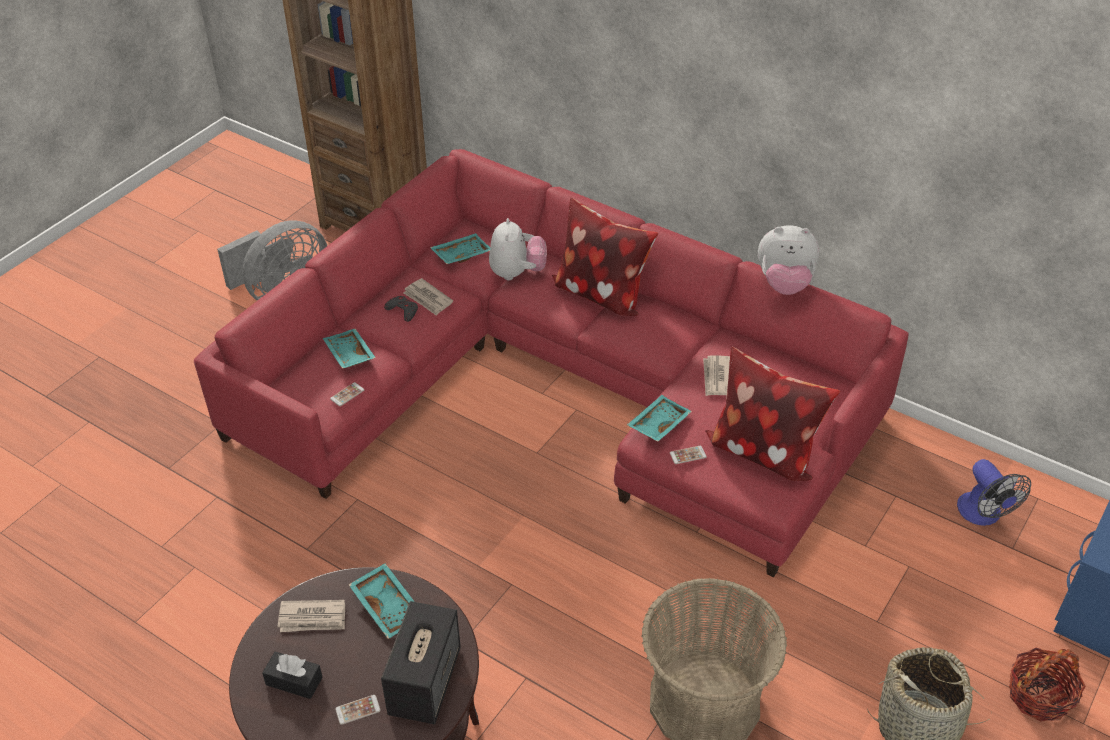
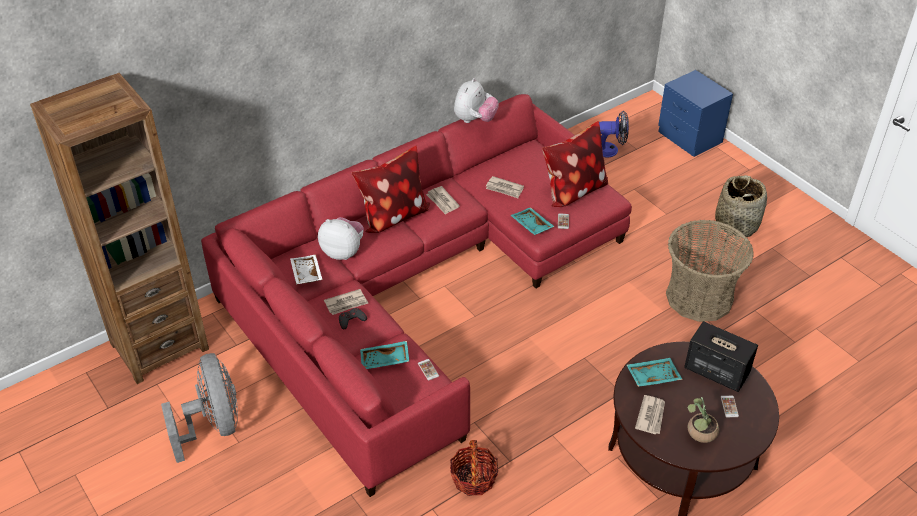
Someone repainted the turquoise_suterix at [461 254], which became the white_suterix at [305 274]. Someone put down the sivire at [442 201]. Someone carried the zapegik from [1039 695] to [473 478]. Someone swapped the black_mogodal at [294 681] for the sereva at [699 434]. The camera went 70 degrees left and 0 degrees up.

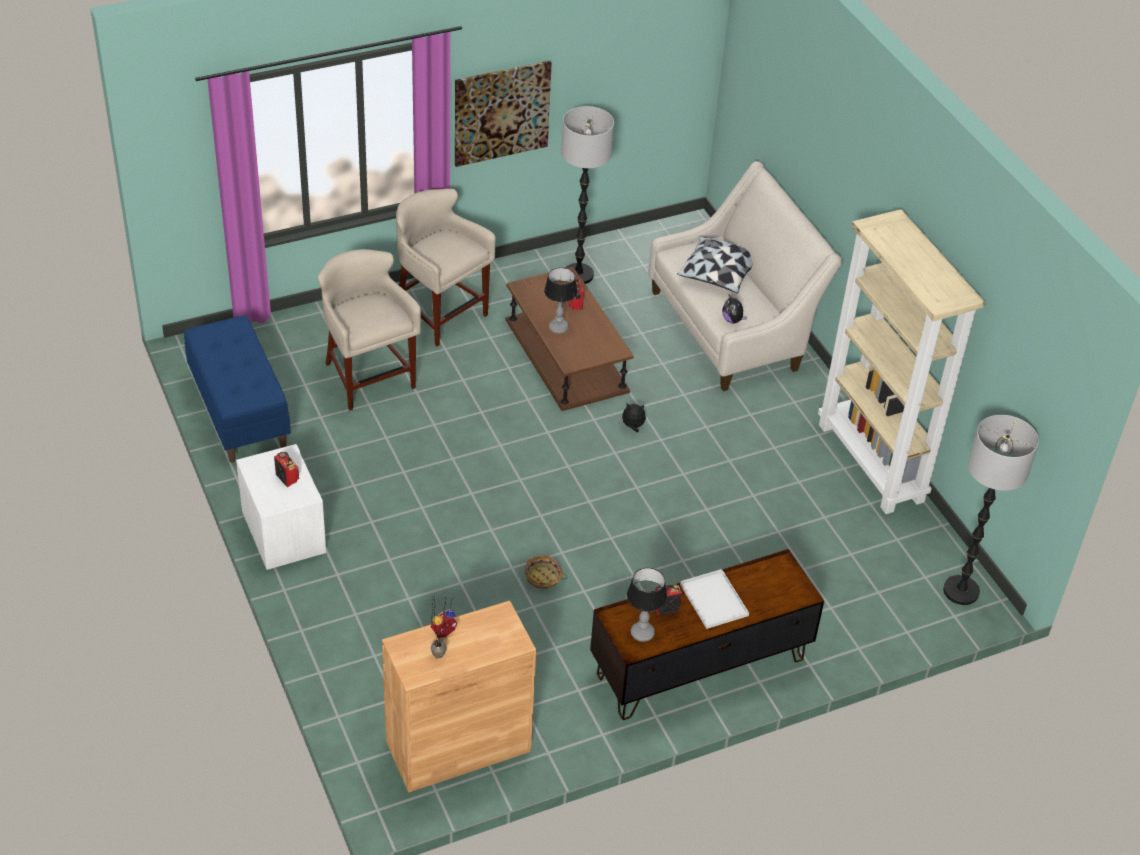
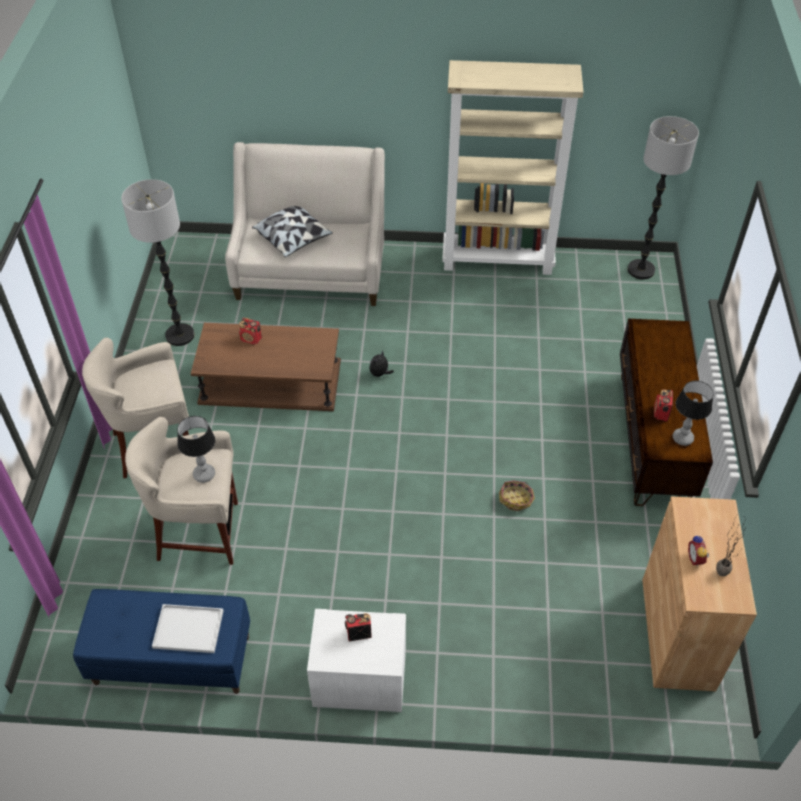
Someone carried the white_suterix from [712 599] to [187 630]. Someone carried the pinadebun from [558 328] to [204 475]. Someone took away the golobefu at [501 112]. Someone took away the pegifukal at [732 320]. The camera went 60 degrees left and 5 degrees up.

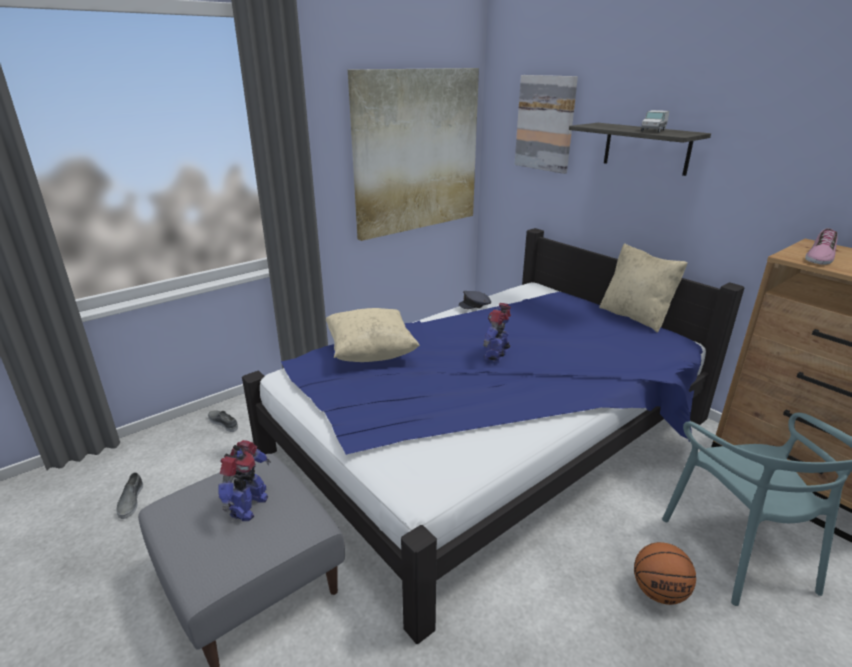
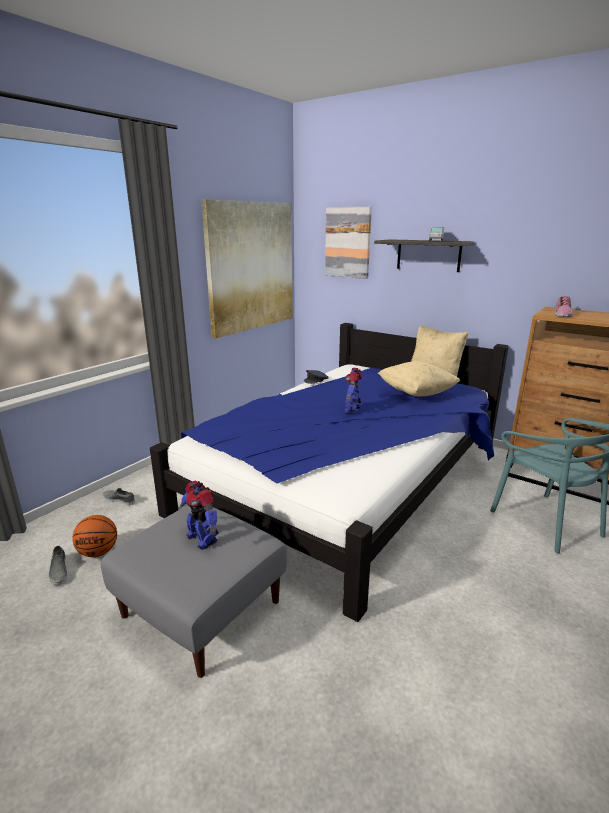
Someone carried the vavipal from [658 592] to [98 552]. Someone rotated the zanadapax at [248 507] by 135 degrees clockwise. Someone carried the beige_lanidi from [371 353] to [416 393]. The camera went 15 degrees left and 5 degrees down.

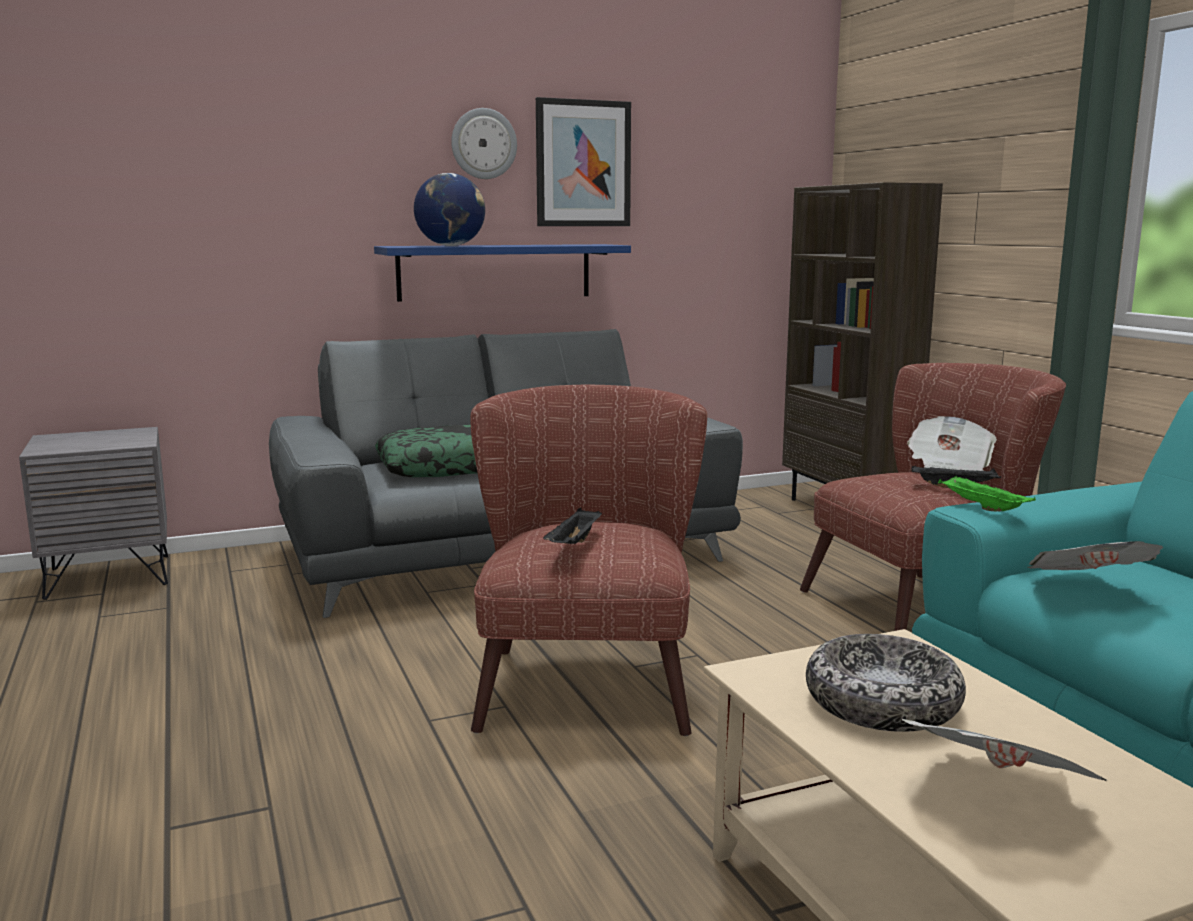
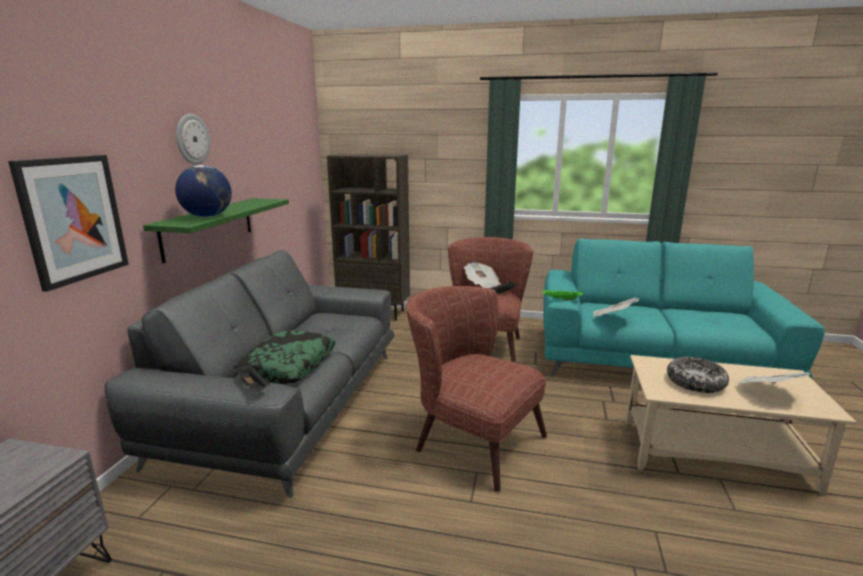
Someone carried the golobefu from [583 164] to [73 219]. Someone repainted the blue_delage at [495 272], which became the green_delage at [209 227]. Someone carried the black_suterix from [574 544] to [252 386]. The camera went 55 degrees left and 5 degrees up.

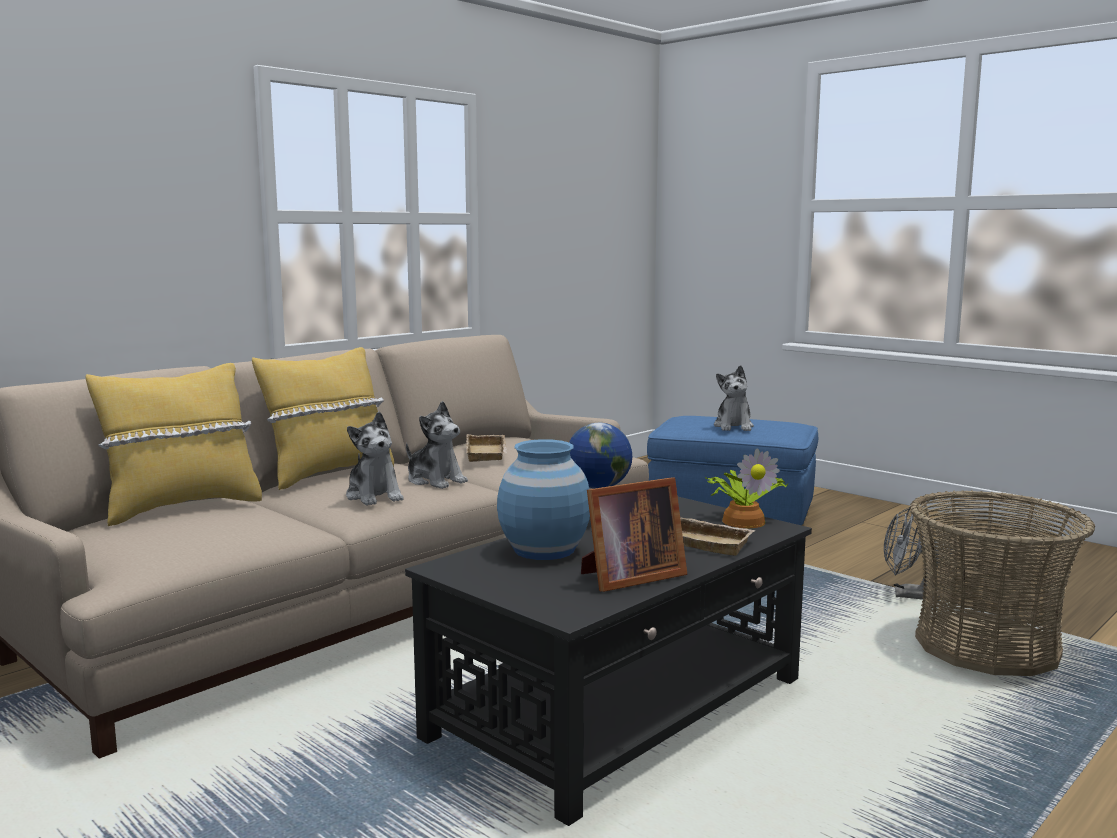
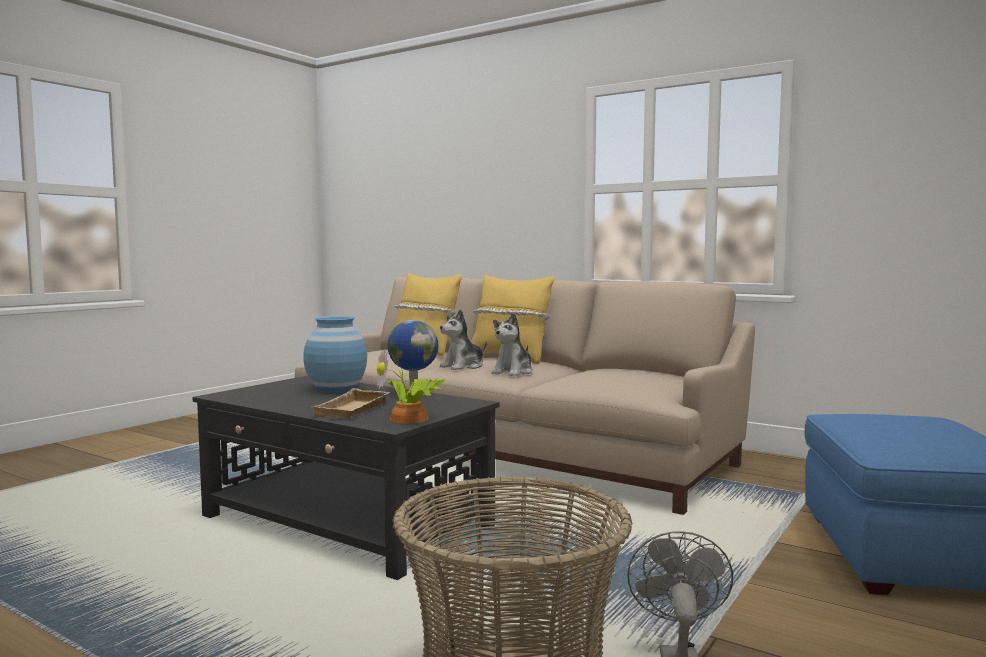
Someone took away the beige_suterix at [488 453]. Someone took away the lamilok at [628 577]. Someone took away the pegifukal at [734 426]. The camera went 80 degrees right and 5 degrees down.

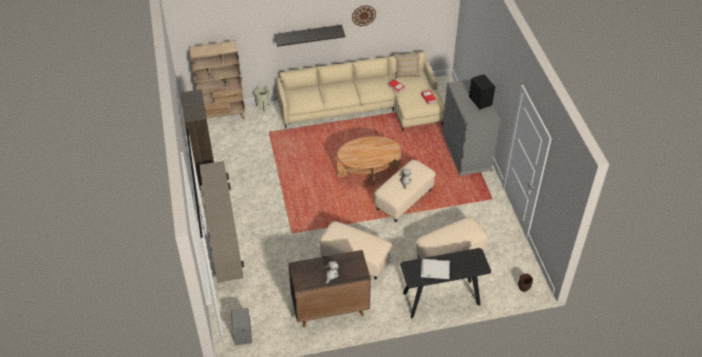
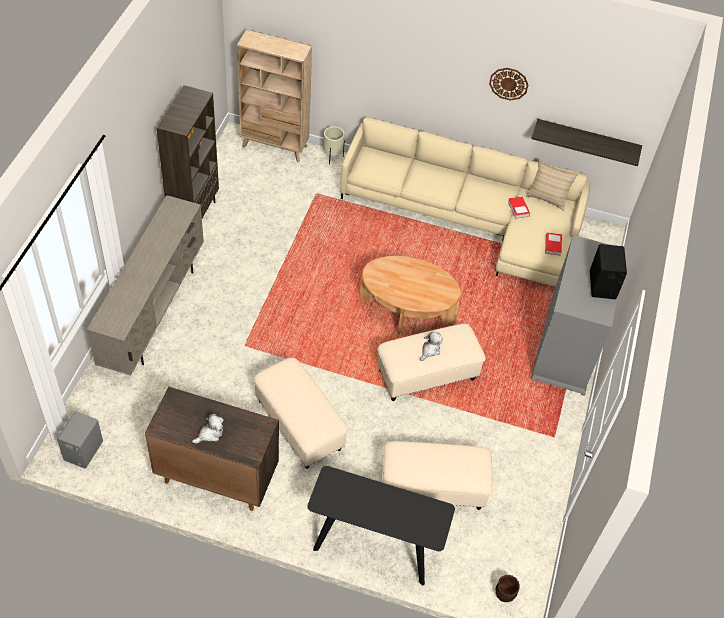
Someone carried the delage from [308 35] to [586 140]. Someone took away the white_suterix at [436 269]. The camera went 25 degrees right and 5 degrees up.

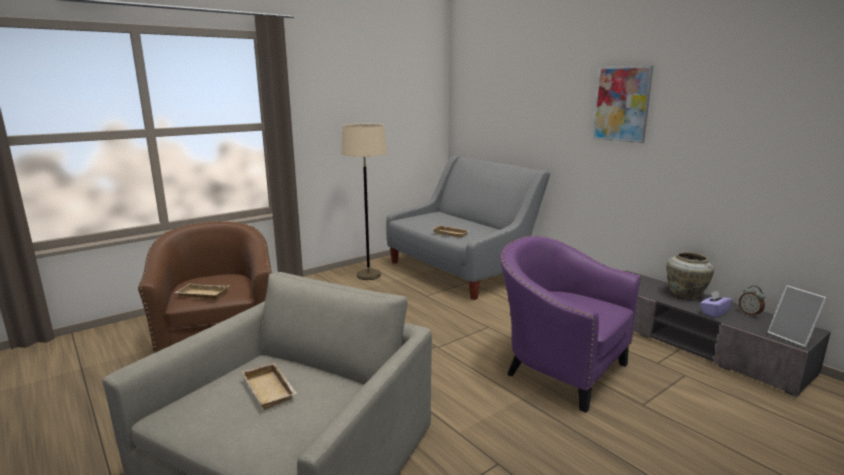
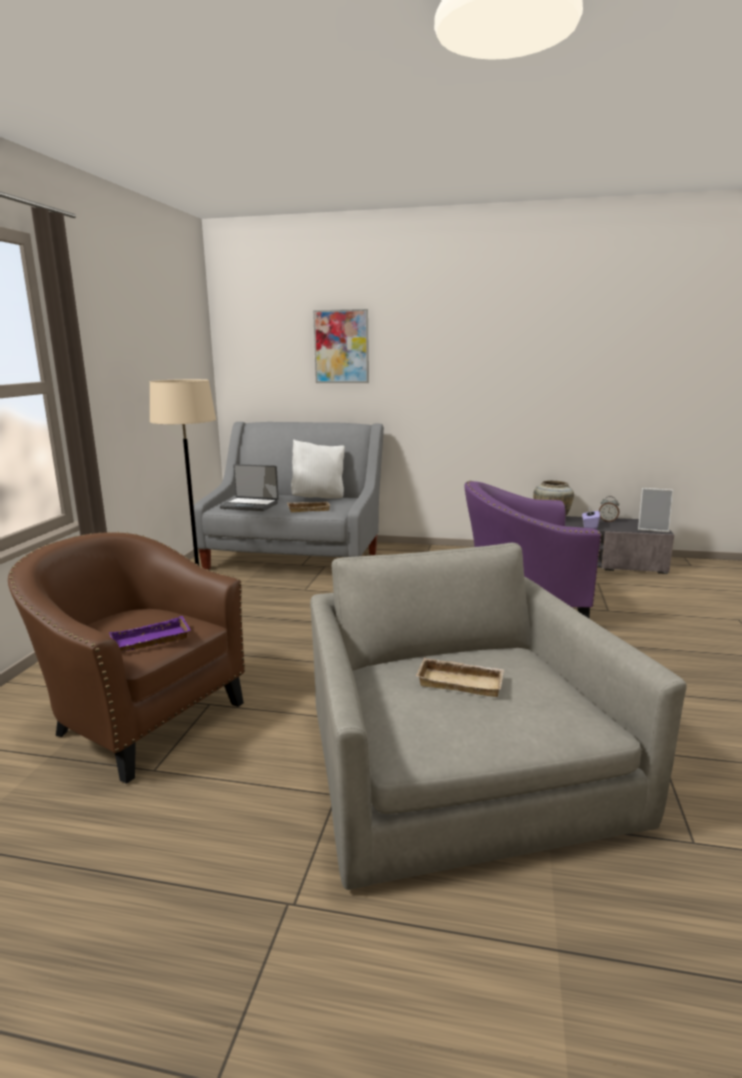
Someone repainted the beige_suterix at [201 295], which became the purple_suterix at [150 641]. Someone put down the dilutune at [250 505]. Someone put down the white_lanidi at [319 498]. Someone carried the golobefu from [622 104] to [341 347]. The camera went 40 degrees left and 0 degrees up.

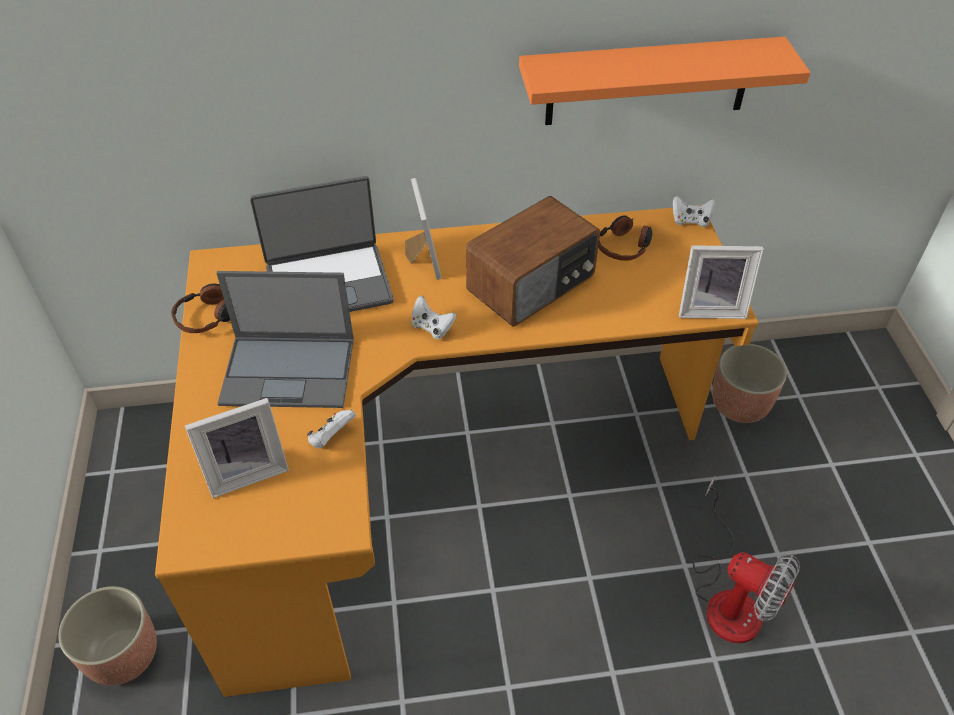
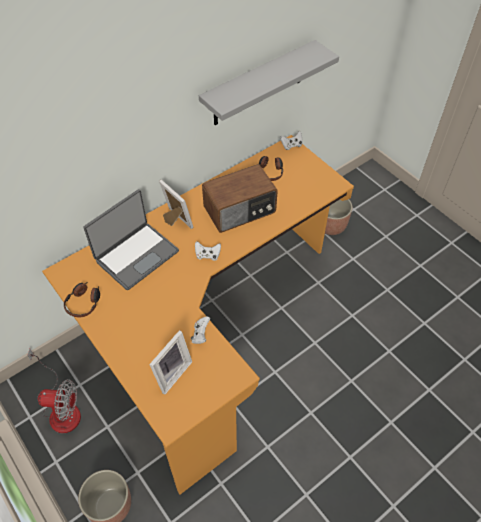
Someone carried the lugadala from [728 597] to [61 408]. Someone repainted the orange_delage at [648 81], which became the grey_delage at [258 84]. Someone rotated the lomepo at [533 284] by 45 degrees clockwise. Someone took away the dilutune at [290 371]. Someone took away the lamilok at [710 308]. The camera went 30 degrees left and 5 degrees up.

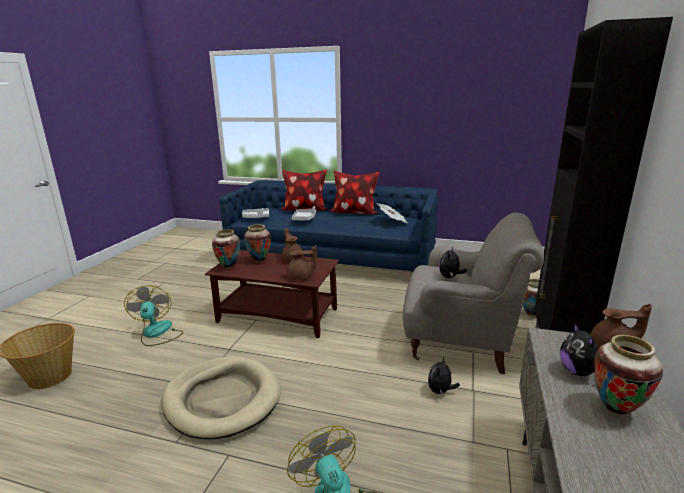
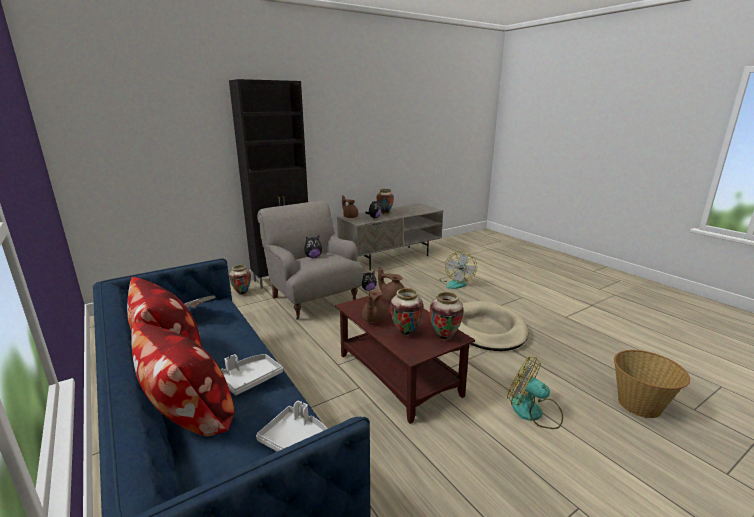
Someone rotated the lugadala at [157 333] by 105 degrees clockwise. The camera went 140 degrees left and 0 degrees up.

